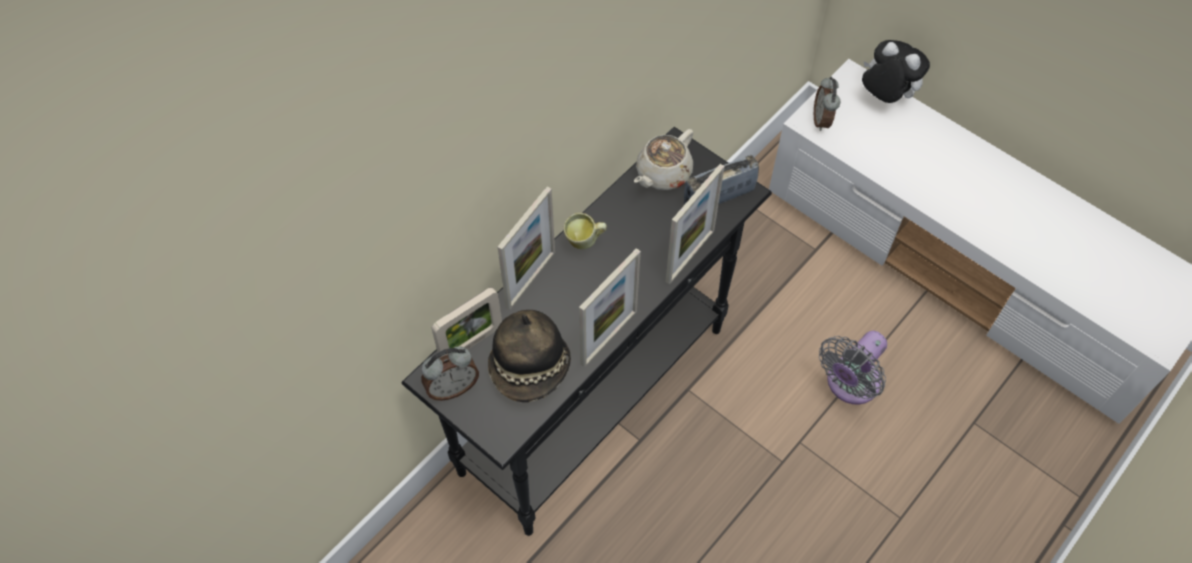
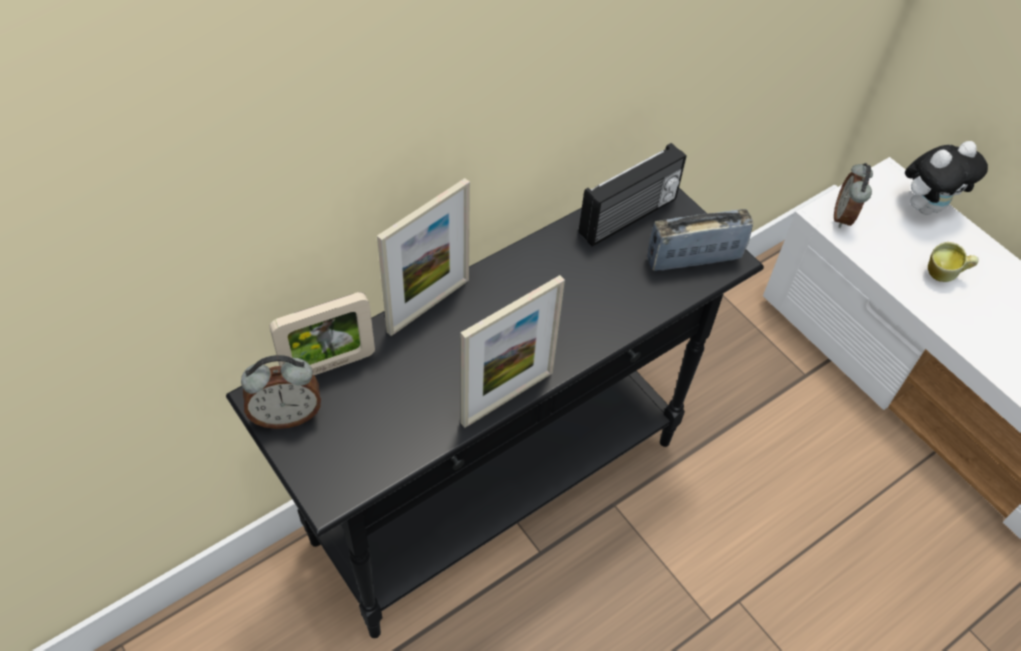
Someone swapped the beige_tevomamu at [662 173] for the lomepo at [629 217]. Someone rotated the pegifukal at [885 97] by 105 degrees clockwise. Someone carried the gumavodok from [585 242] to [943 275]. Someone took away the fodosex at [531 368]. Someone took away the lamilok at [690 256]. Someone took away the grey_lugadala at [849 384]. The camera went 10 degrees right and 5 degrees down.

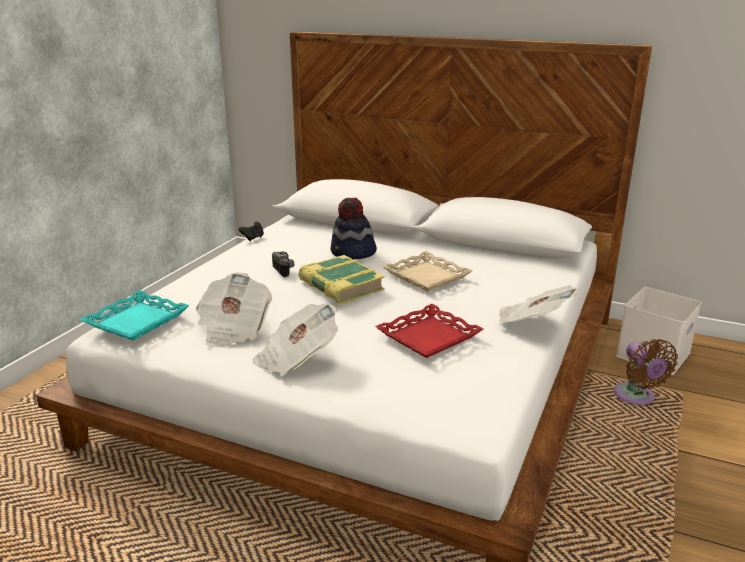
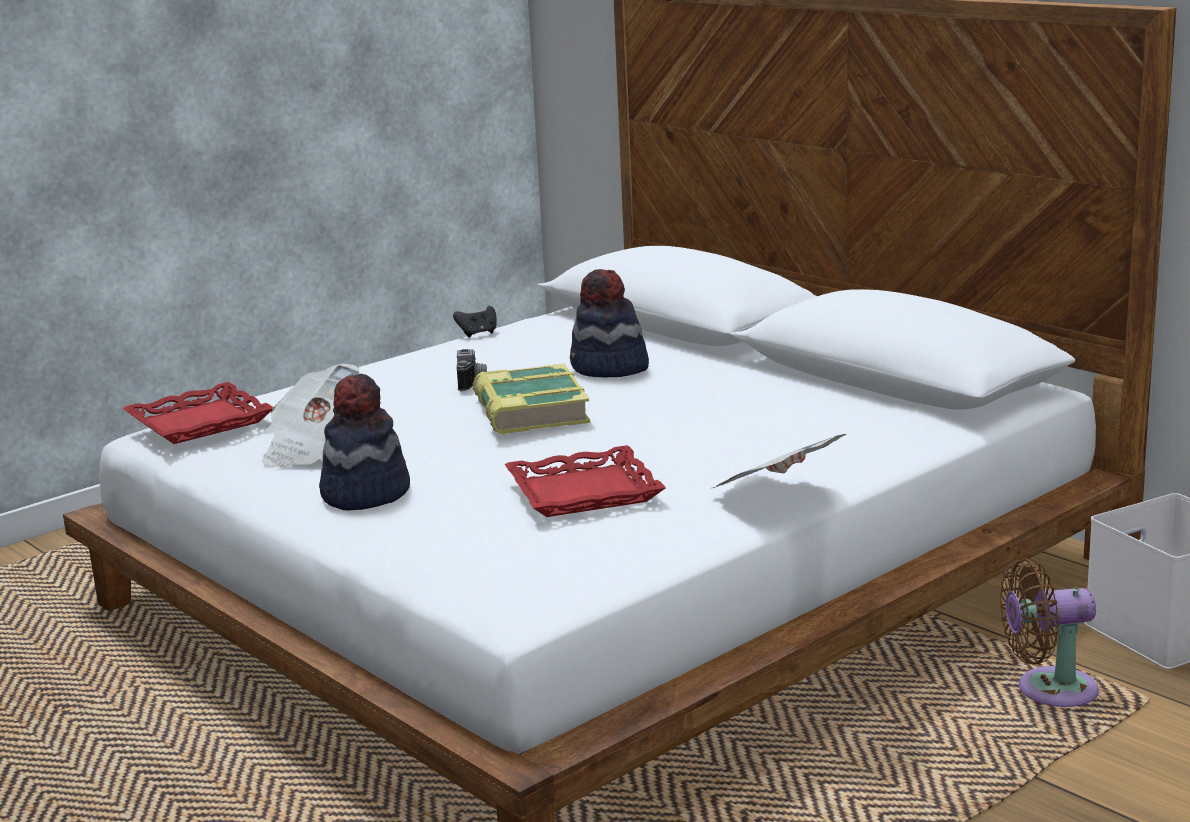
Someone repainted the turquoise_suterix at [136 321], which became the red_suterix at [200 422]. Someone swapped the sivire at [296 358] for the fodosex at [364 493]. Someone rotated the brown_lugadala at [636 397] by 75 degrees clockwise. Someone took away the beige_suterix at [427 276]. The camera went 25 degrees right and 5 degrees down.

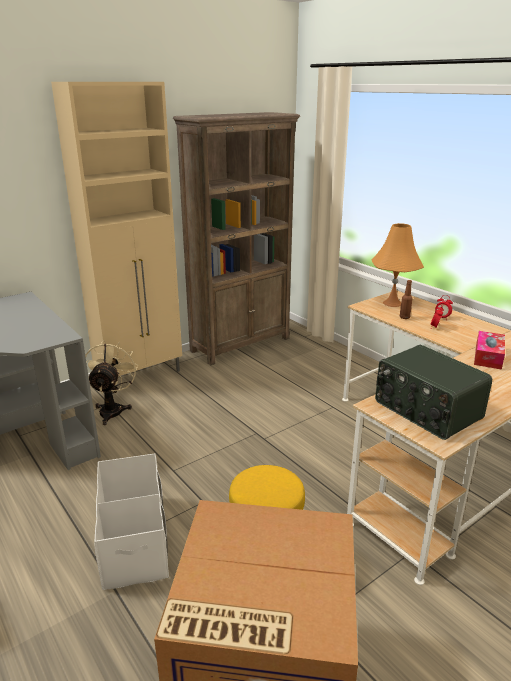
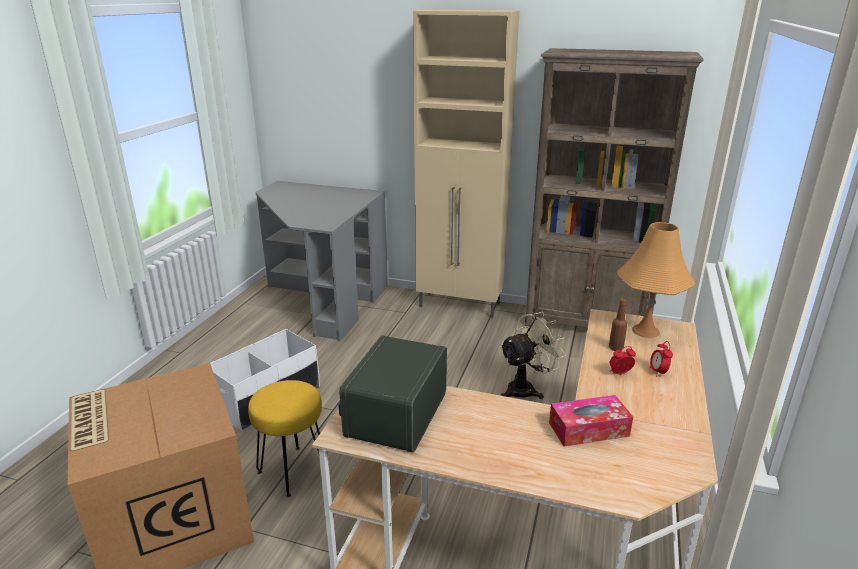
Someone carried the beige_lugadala from [113 409] to [526 389]. The camera went 55 degrees right and 0 degrees up.

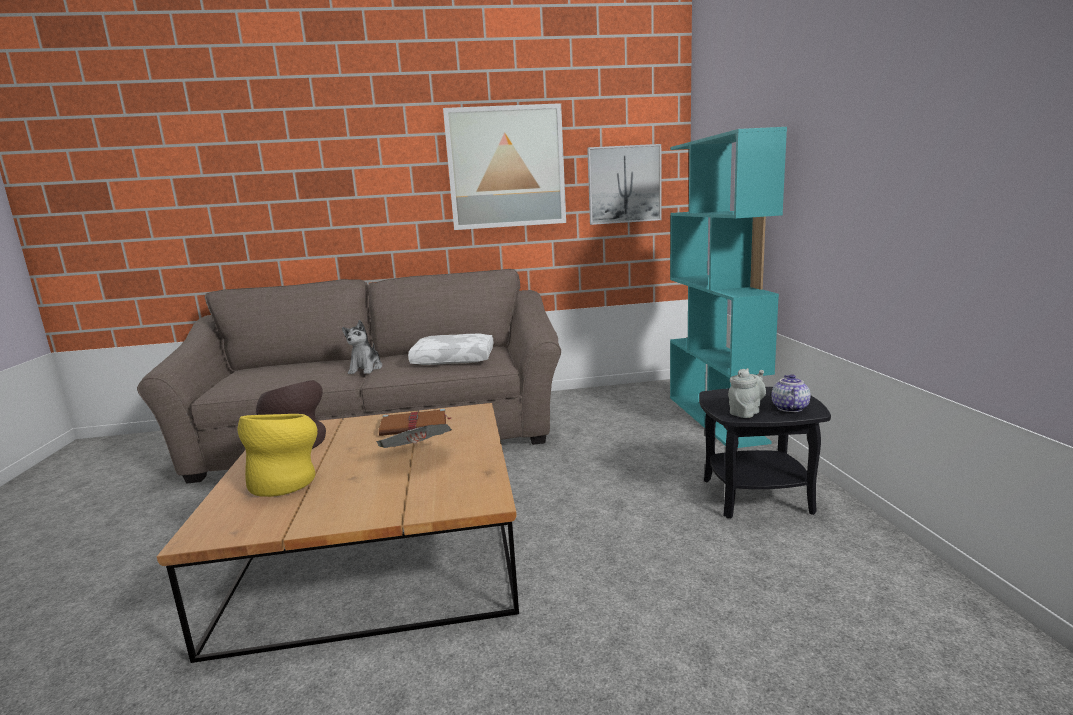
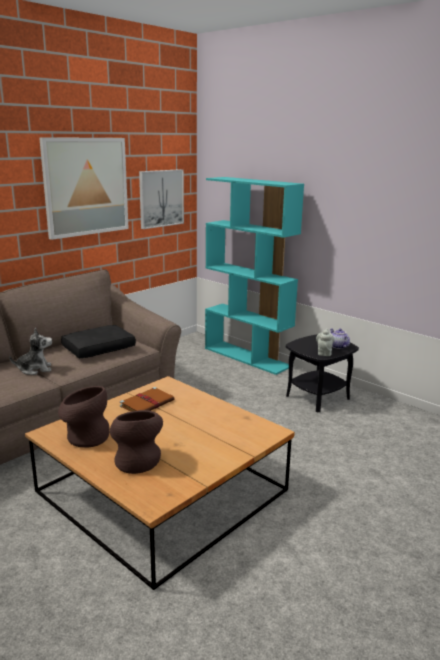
Someone rotated the pegifukal at [366 369] by 75 degrees counterclockwise. Someone repainted the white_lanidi at [454 359], which became the black_lanidi at [99 348]. Someone repainted the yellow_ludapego at [287 481], which became the brown_ludapego at [137 460]. Someone took away the sivire at [416 456]. The camera went 40 degrees left and 5 degrees up.

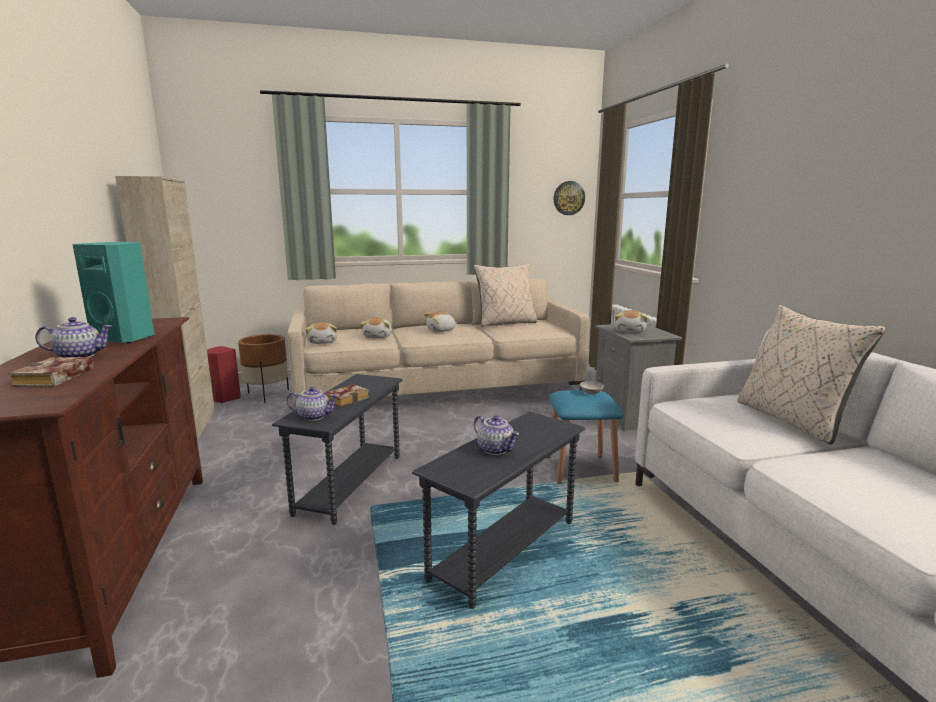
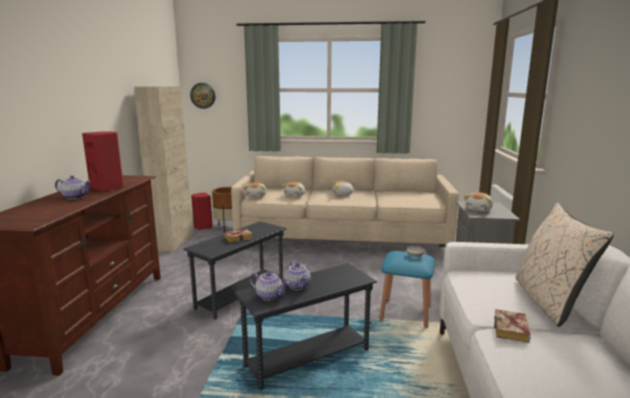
Someone repainted the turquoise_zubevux at [126 338], which became the red_zubevux at [108 188]. Someone carried the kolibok from [568 198] to [203 95]. Someone carried the tevomamu from [314 416] to [270 296]. Someone carried the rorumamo from [54 379] to [512 331]. Someone took away the beige_lanidi at [506 323]. The camera went 20 degrees right and 0 degrees up.

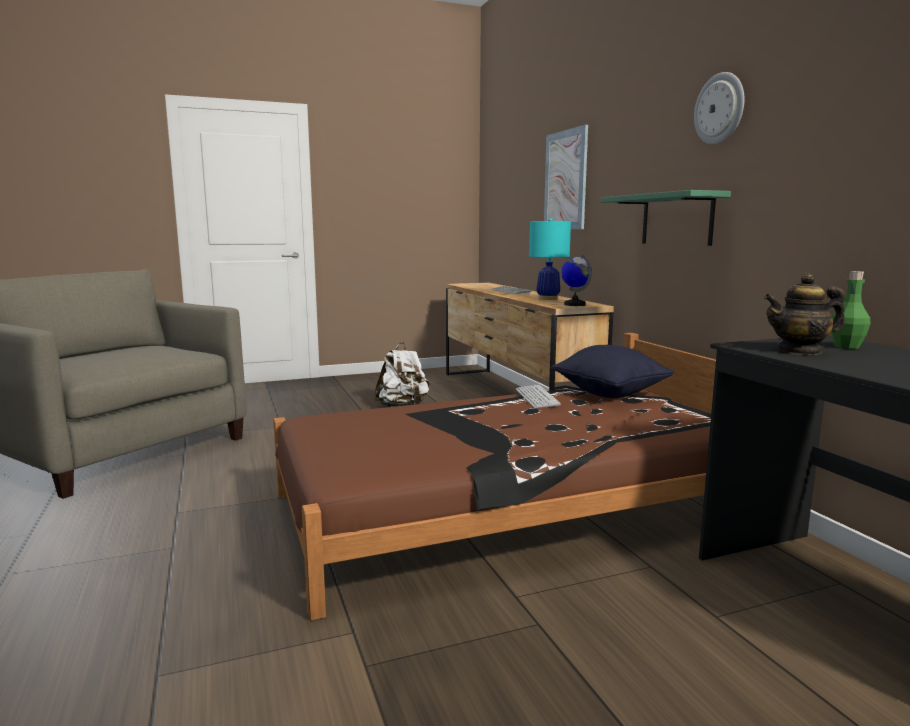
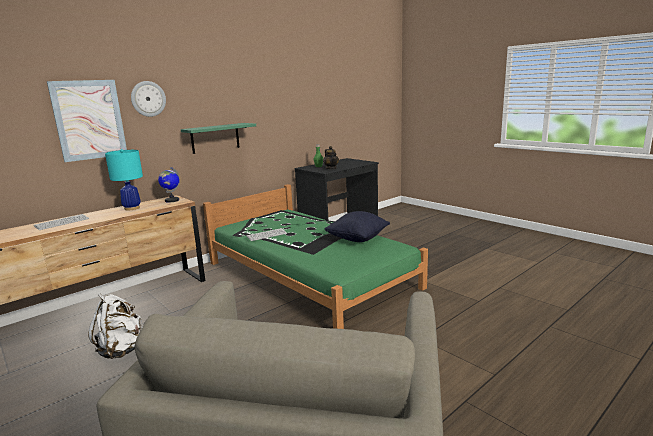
Someone carried the kolibok from [720 109] to [148 99]. Someone repainted the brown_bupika at [513 507], which became the green_bupika at [309 274]. Someone carried the black_lanidi from [610 394] to [357 239]. The camera went 110 degrees left and 5 degrees up.

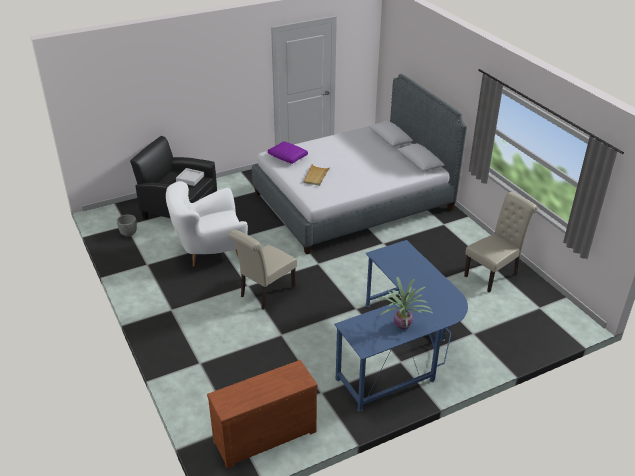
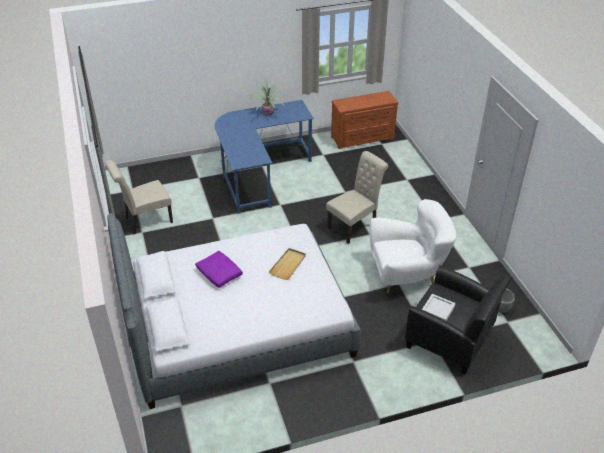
Someone carried the purple_lanidi from [288 157] to [219 273]. The camera went 170 degrees left and 5 degrees up.

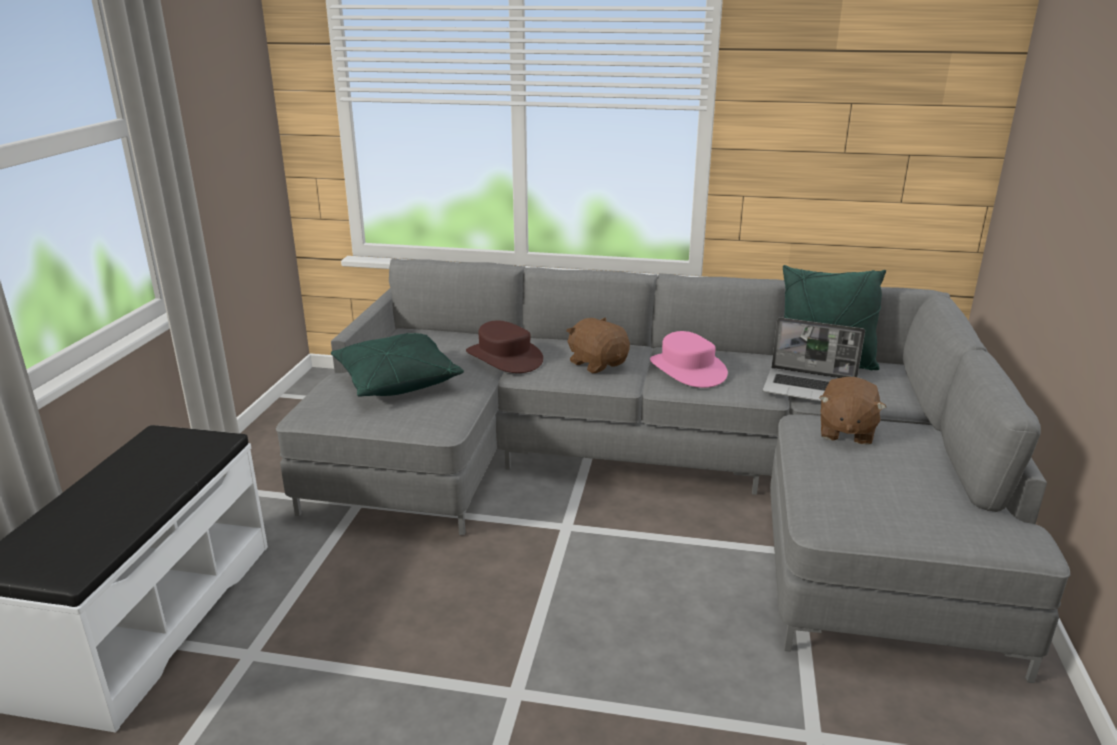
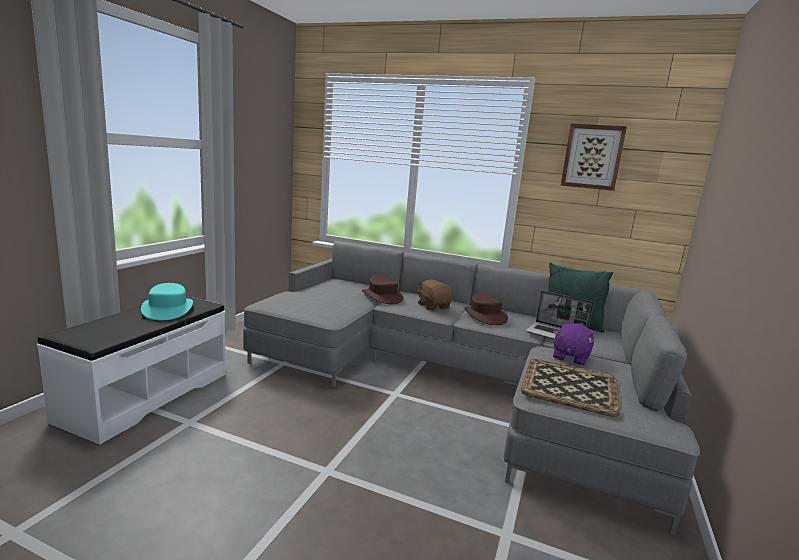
Someone put down the turquoise_fodosex at [168 309]. Someone repainted the pink_fodosex at [687 369], which became the brown_fodosex at [484 316]. Someone put down the suterix at [571 386]. Someone repainted the brown_pegifukal at [845 432], which became the purple_pegifukal at [570 357]. Someone put up the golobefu at [592 157]. Someone took away the green_lanidi at [396 381]. The camera went 10 degrees right and 10 degrees down.

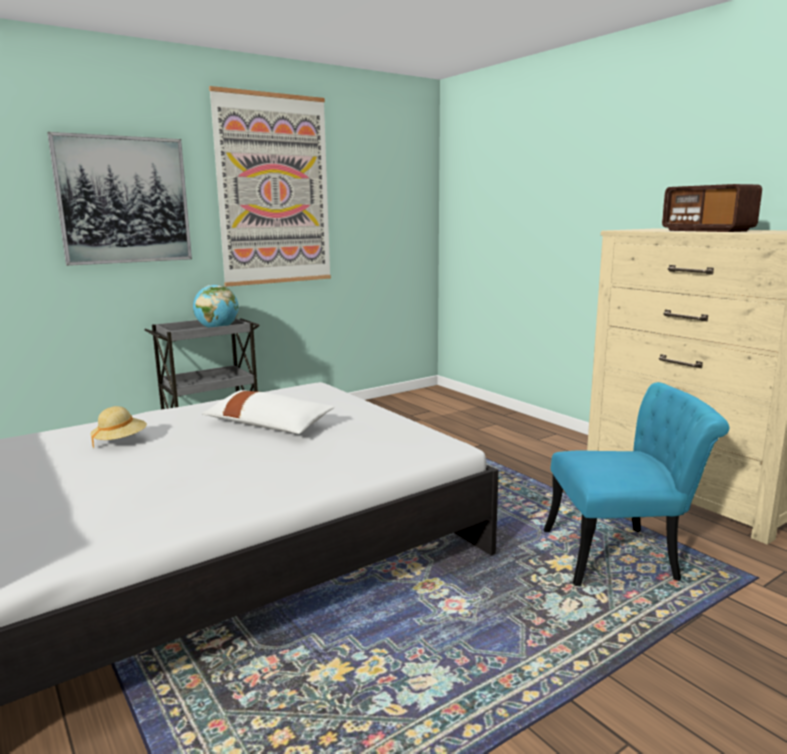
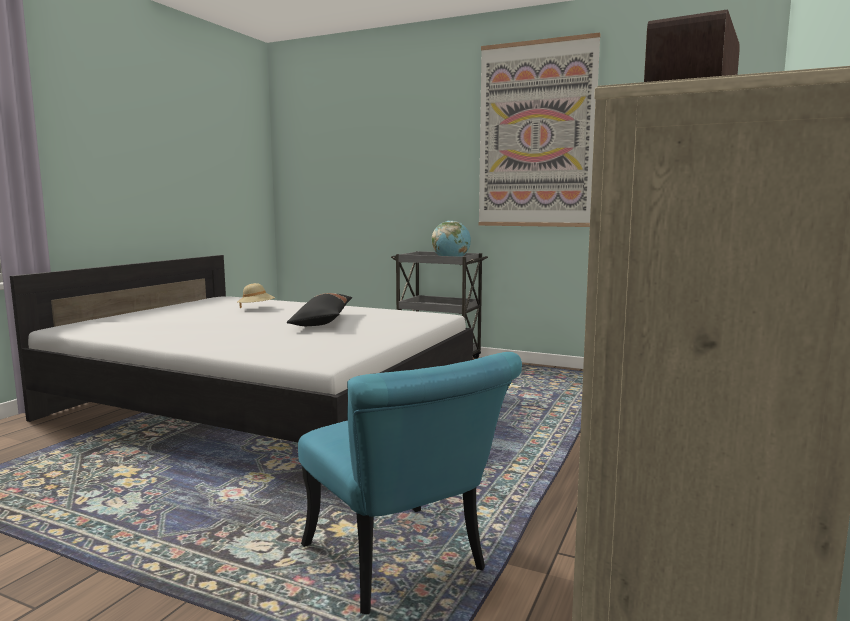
Someone repainted the white_lanidi at [268 424], which became the black_lanidi at [322 321]. Someone took away the golobefu at [124 200]. The camera went 60 degrees right and 5 degrees down.

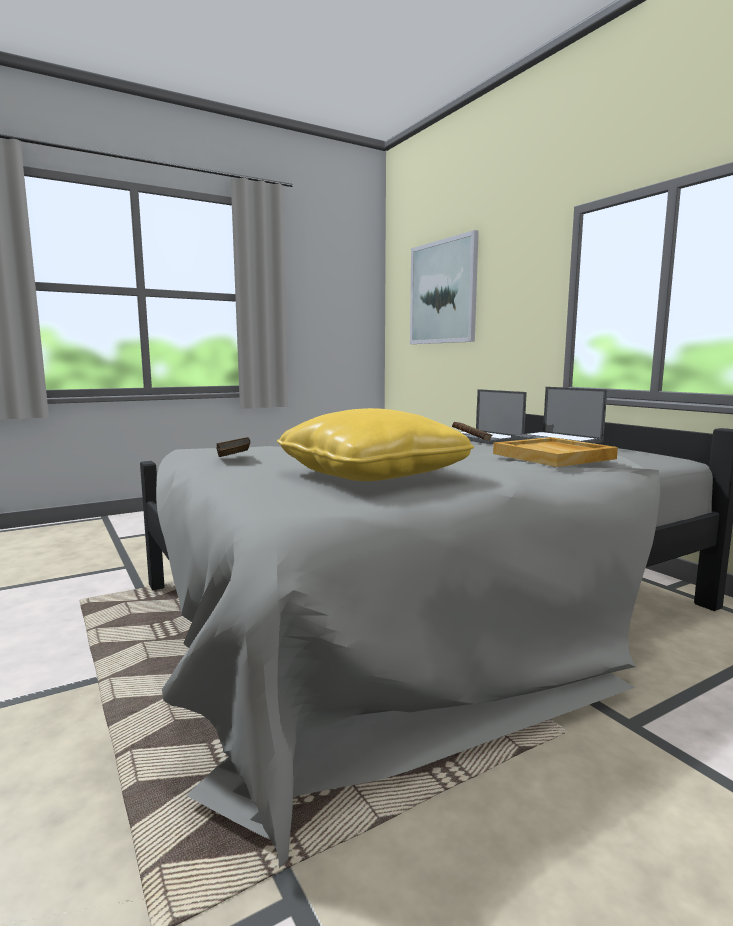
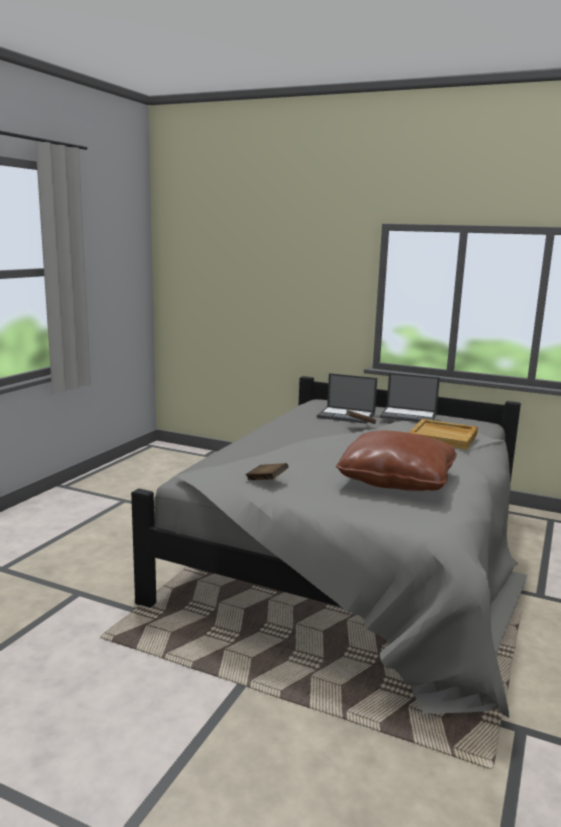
Someone repainted the yellow_lanidi at [372 475], which became the brown_lanidi at [396 480]. Someone took away the golobefu at [443 292]. The camera went 35 degrees left and 5 degrees up.

